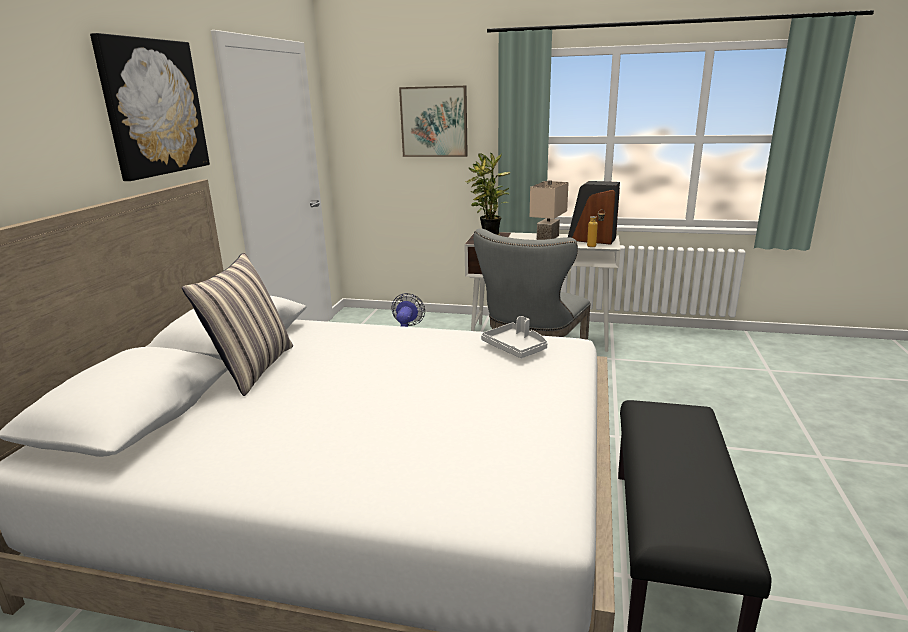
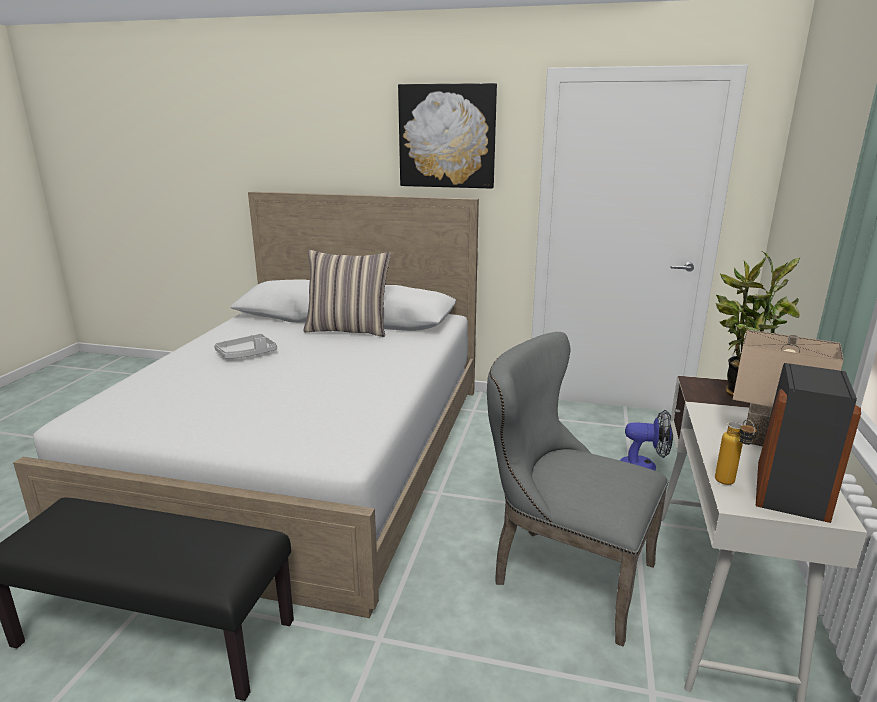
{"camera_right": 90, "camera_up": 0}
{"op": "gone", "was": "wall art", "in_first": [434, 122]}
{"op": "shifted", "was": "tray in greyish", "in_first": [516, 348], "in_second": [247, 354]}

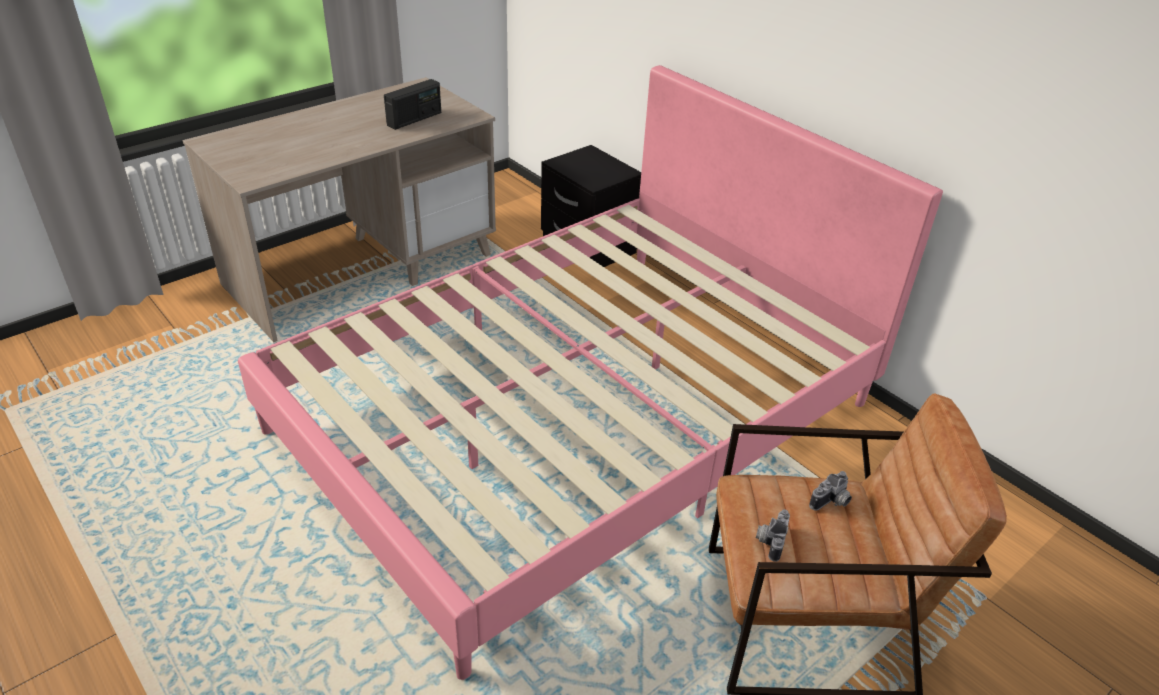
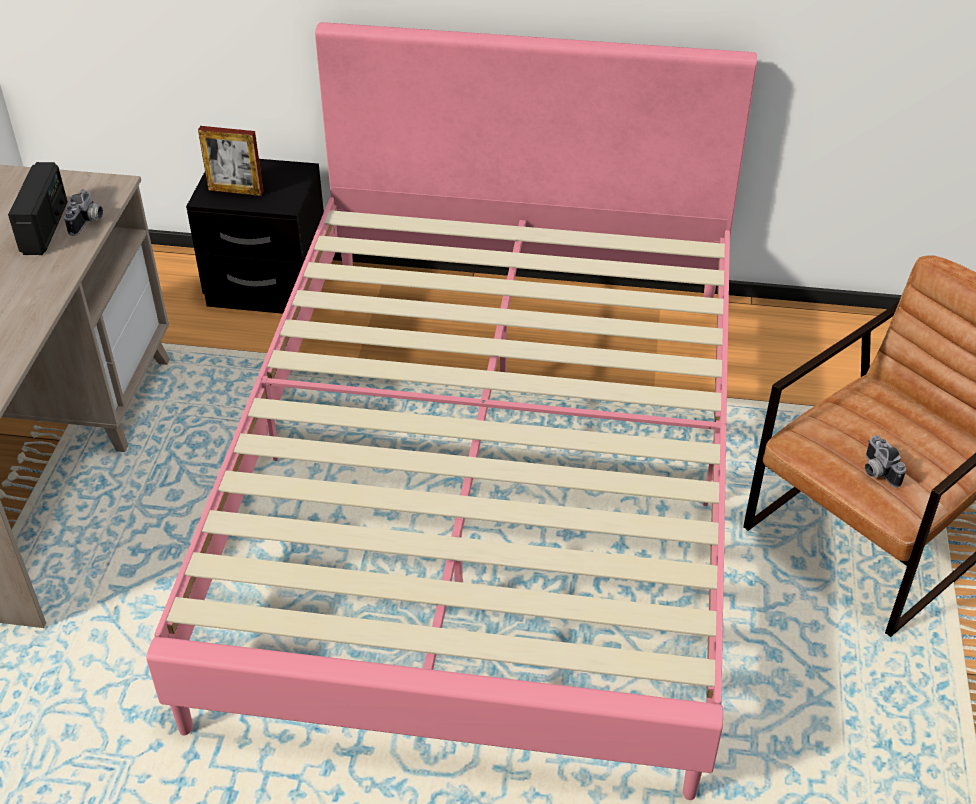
{"camera_right": -40, "camera_up": 5}
{"op": "shifted", "was": "photo camera", "in_first": [832, 502], "in_second": [88, 222]}
{"op": "new", "now": "picture frame", "in_second": [235, 191]}

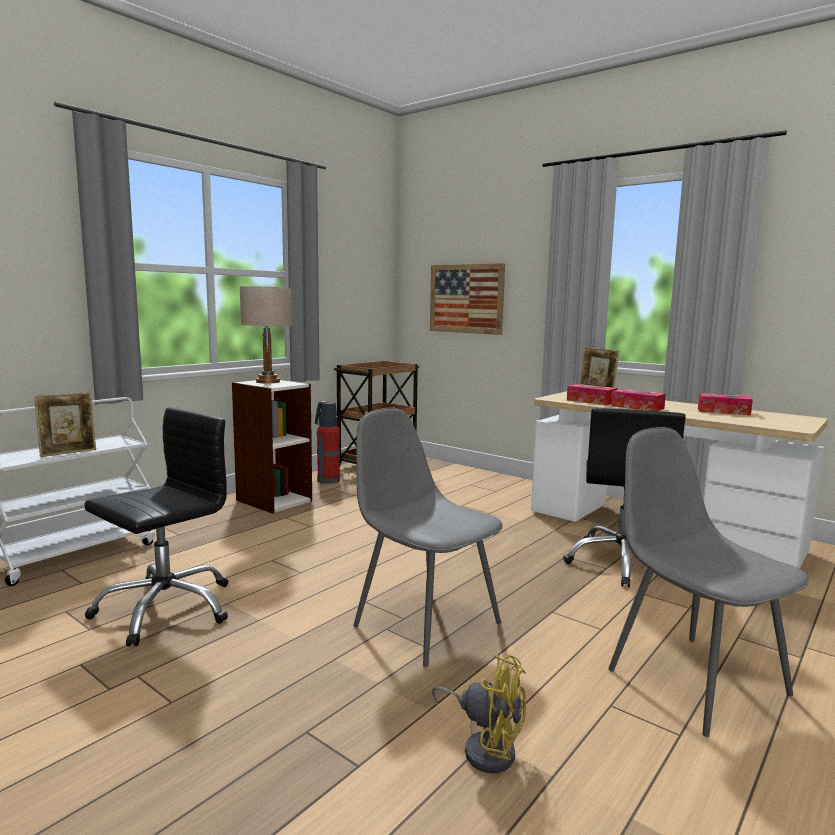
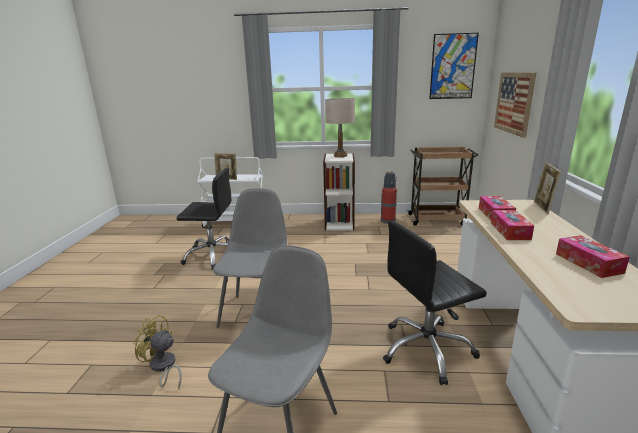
{"camera_right": 55, "camera_up": 10}
{"op": "rotated", "was": "cooling fan in yellow", "in_first": [485, 747], "in_second": [163, 367], "clockwise": 120}
{"op": "new", "now": "wall art", "in_second": [453, 66]}

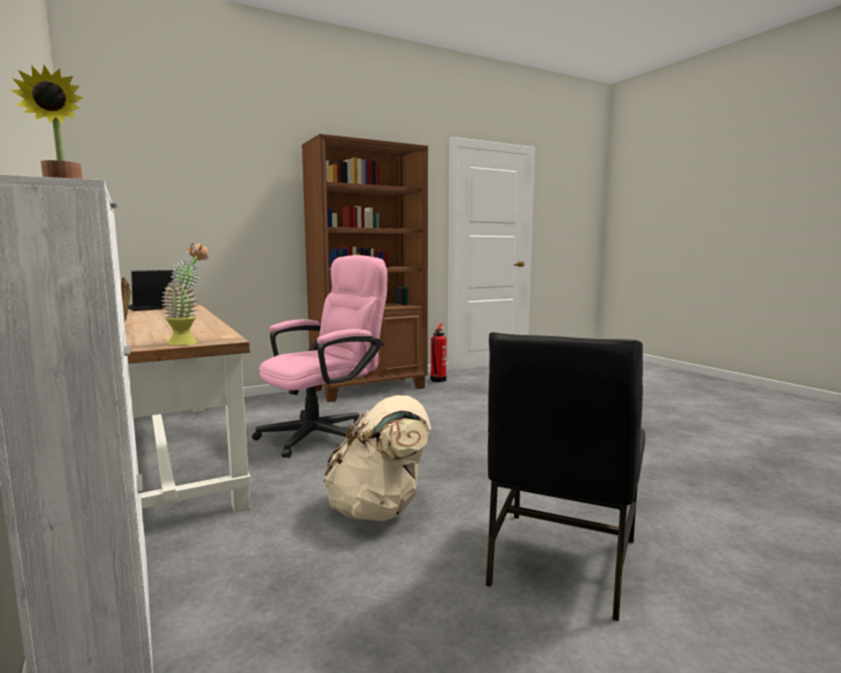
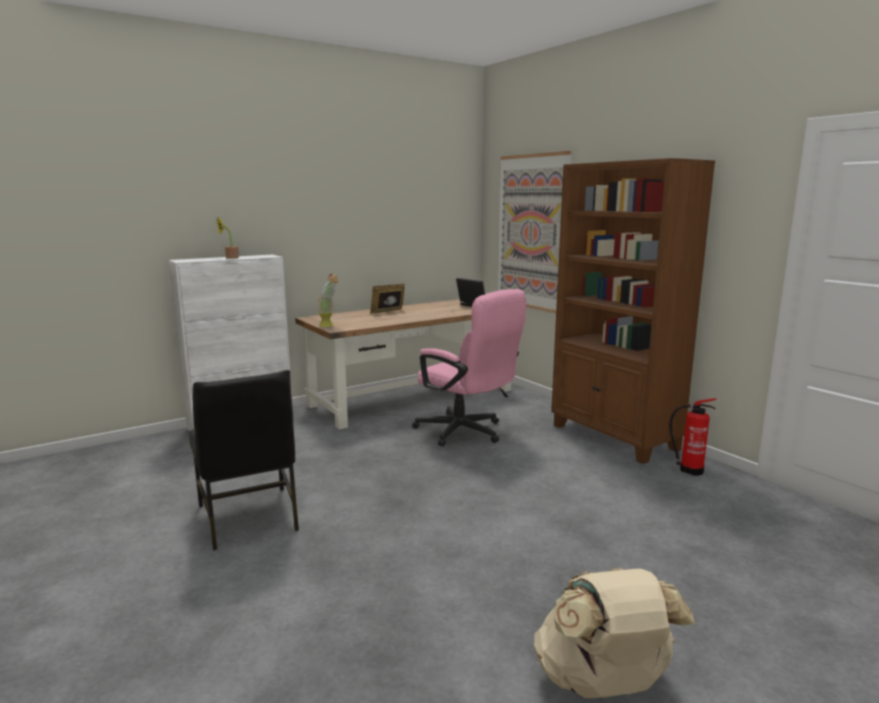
{"camera_right": 85, "camera_up": 5}
{"op": "shifted", "was": "rucksack in beige", "in_first": [380, 510], "in_second": [603, 683]}
{"op": "rotated", "was": "chair in blackish", "in_first": [560, 562], "in_second": [249, 518], "clockwise": -135}
{"op": "new", "now": "wall art", "in_second": [531, 232]}

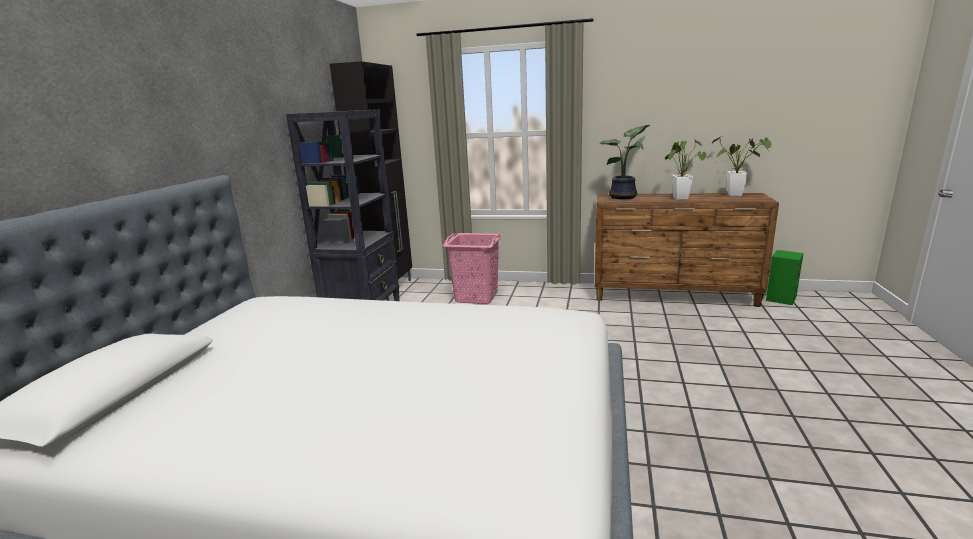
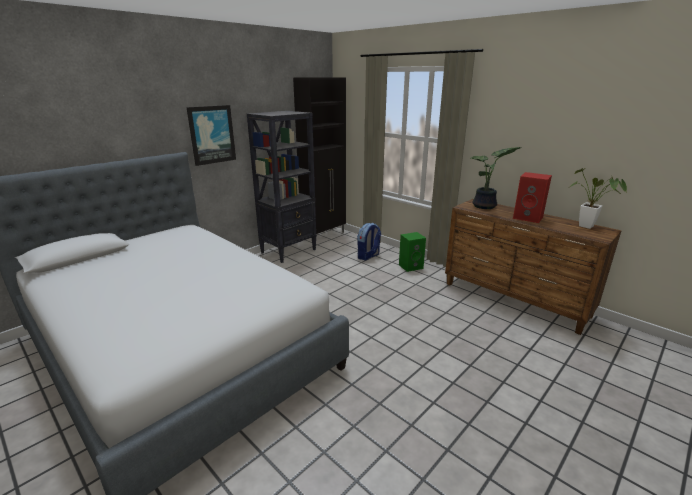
{"camera_right": 30, "camera_up": 5}
{"op": "swapped", "was": "washing basket in pink", "now": "rucksack", "in_first": [476, 297], "in_second": [368, 256]}
{"op": "swapped", "was": "potted plant", "now": "speaker in reddish", "in_first": [679, 198], "in_second": [528, 217]}
{"op": "shifted", "was": "speaker in greenish", "in_first": [780, 298], "in_second": [411, 266]}
{"op": "new", "now": "wall art", "in_second": [212, 135]}

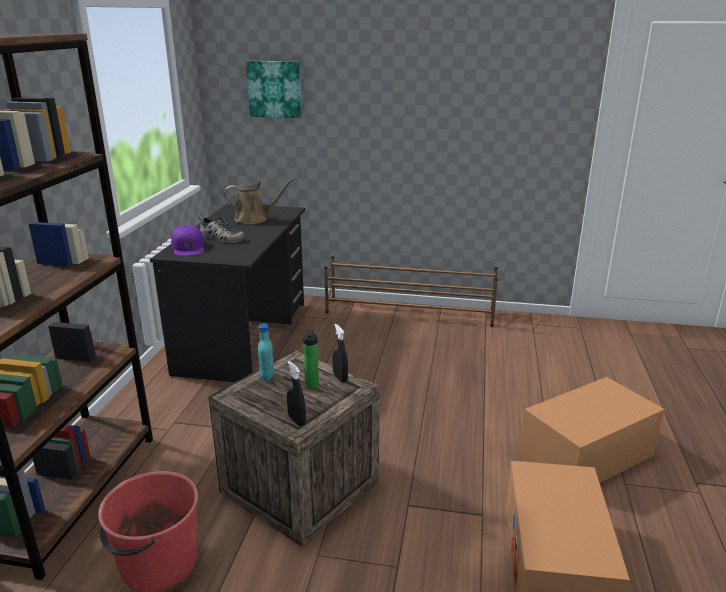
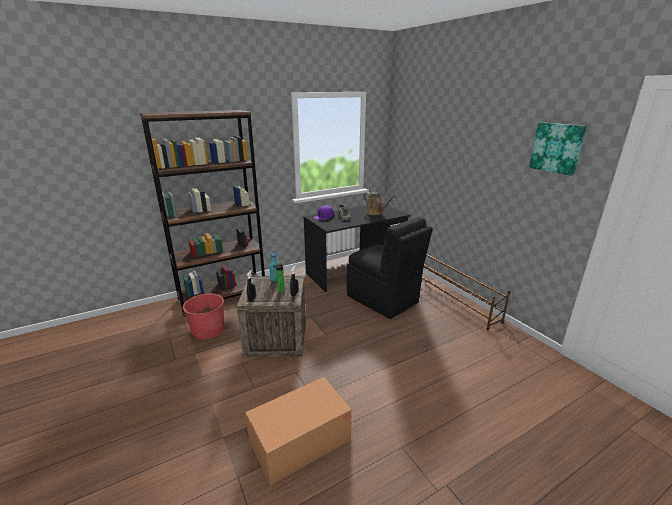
{"camera_right": 50, "camera_up": 0}
{"op": "shifted", "was": "wall art", "in_first": [275, 89], "in_second": [557, 148]}
{"op": "gone", "was": "cardboard box", "in_first": [586, 455]}
{"op": "new", "now": "chair in blackish", "in_second": [383, 300]}

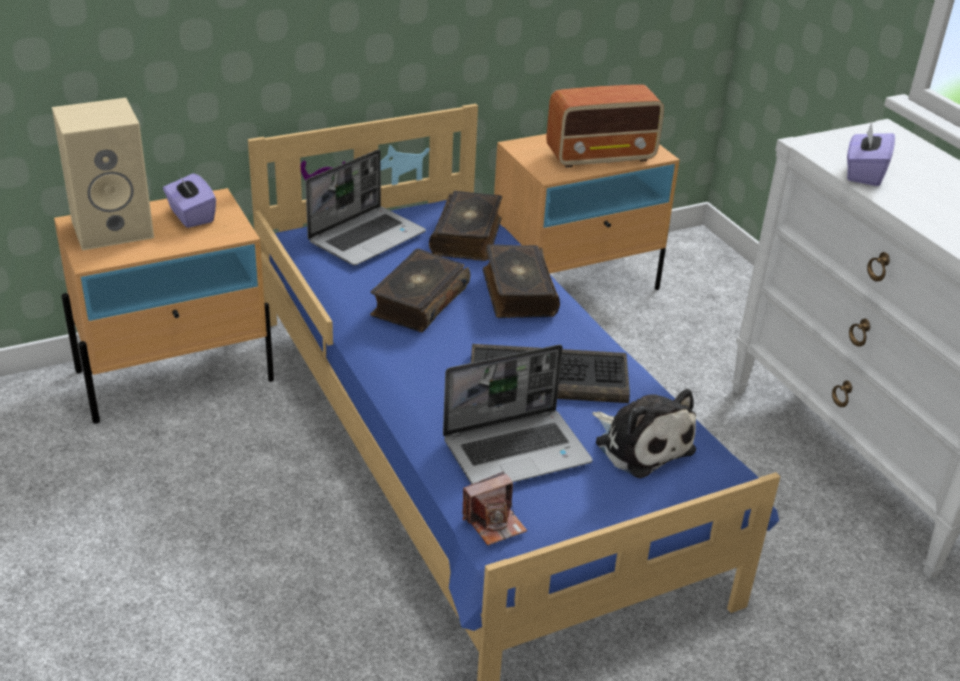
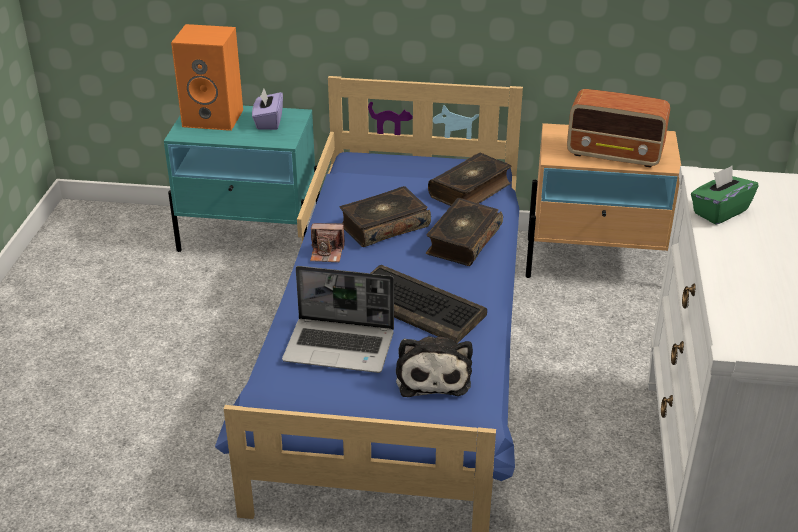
{"camera_right": 35, "camera_up": 0}
{"op": "repainted", "was": "speaker in beige", "now": "speaker in orangey", "in_first": [114, 228], "in_second": [215, 118]}
{"op": "repainted", "was": "bedside table in beige", "now": "bedside table in turquoise-coloured", "in_first": [176, 375], "in_second": [251, 237]}
{"op": "gone", "was": "laptop", "in_first": [367, 237]}
{"op": "shifted", "was": "photo camera", "in_first": [494, 523], "in_second": [327, 253]}
{"op": "repainted", "was": "tissue holder in purple", "now": "tissue holder in greenish", "in_first": [864, 173], "in_second": [719, 211]}

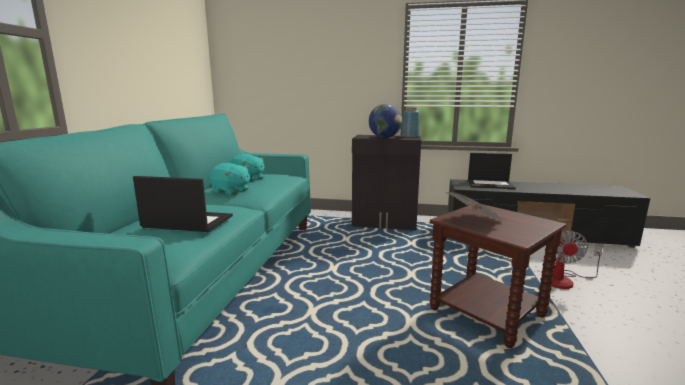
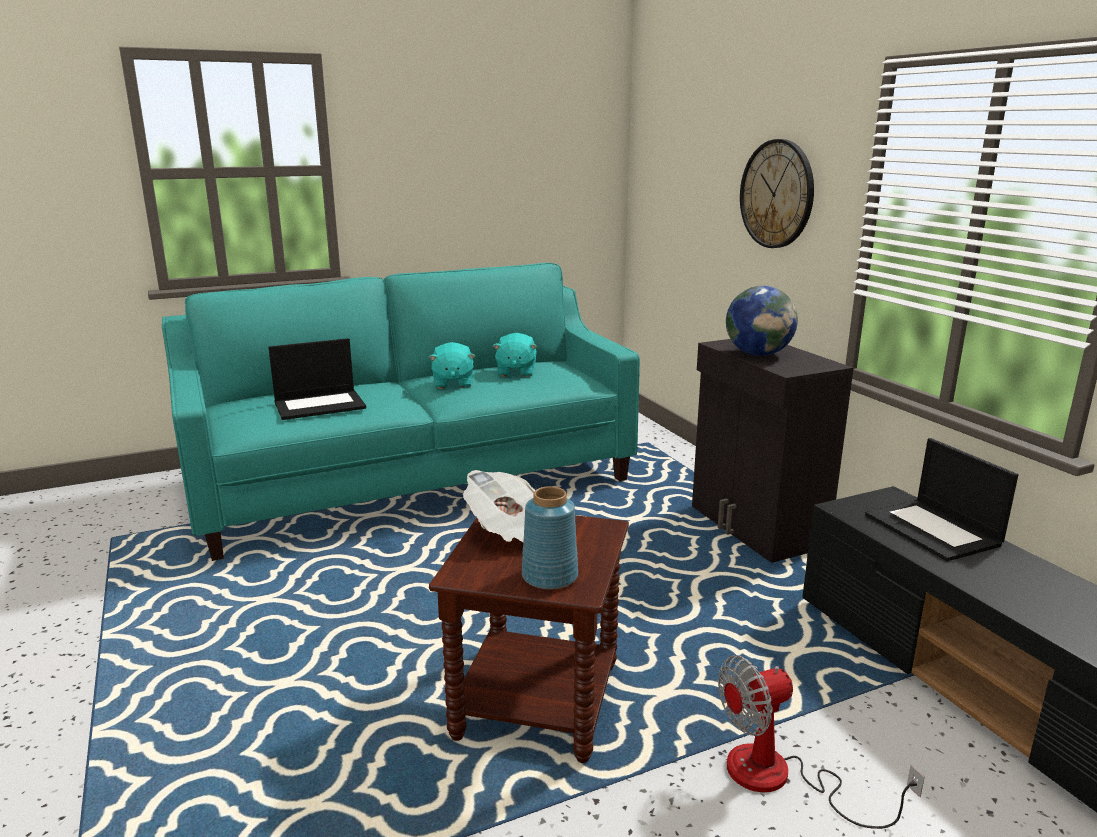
{"camera_right": 55, "camera_up": 5}
{"op": "rotated", "was": "laptop", "in_first": [187, 222], "in_second": [320, 405], "clockwise": 90}
{"op": "shifted", "was": "decorative vase in blue-coloured", "in_first": [410, 136], "in_second": [550, 576]}
{"op": "new", "now": "wall clock", "in_second": [777, 194]}

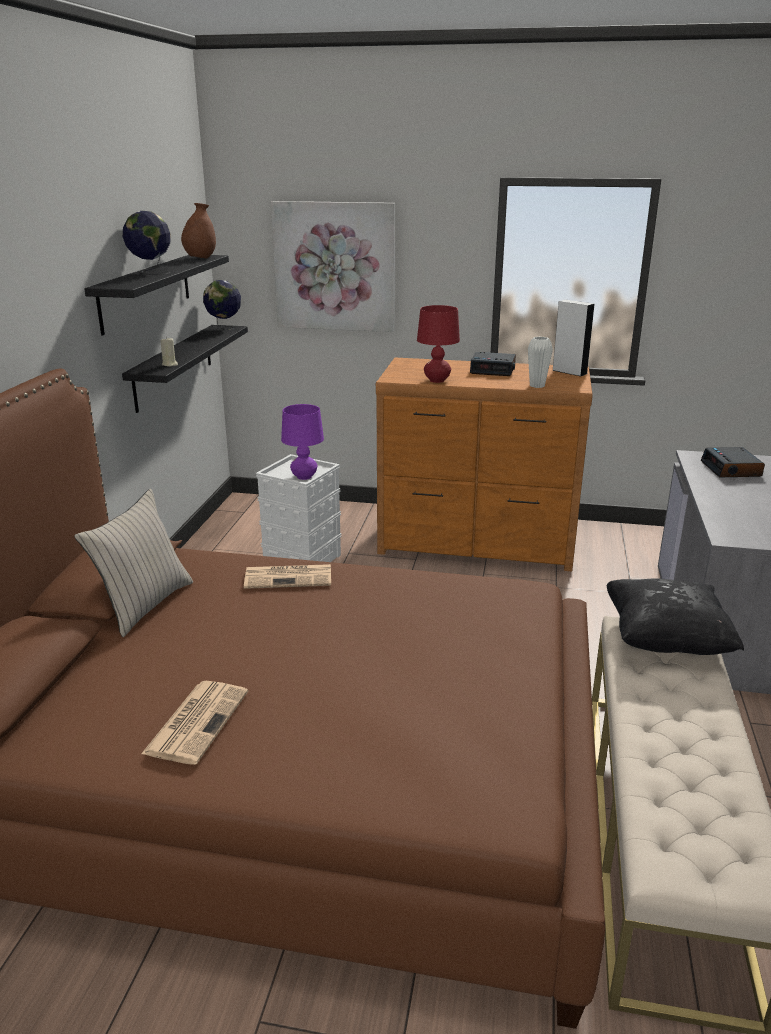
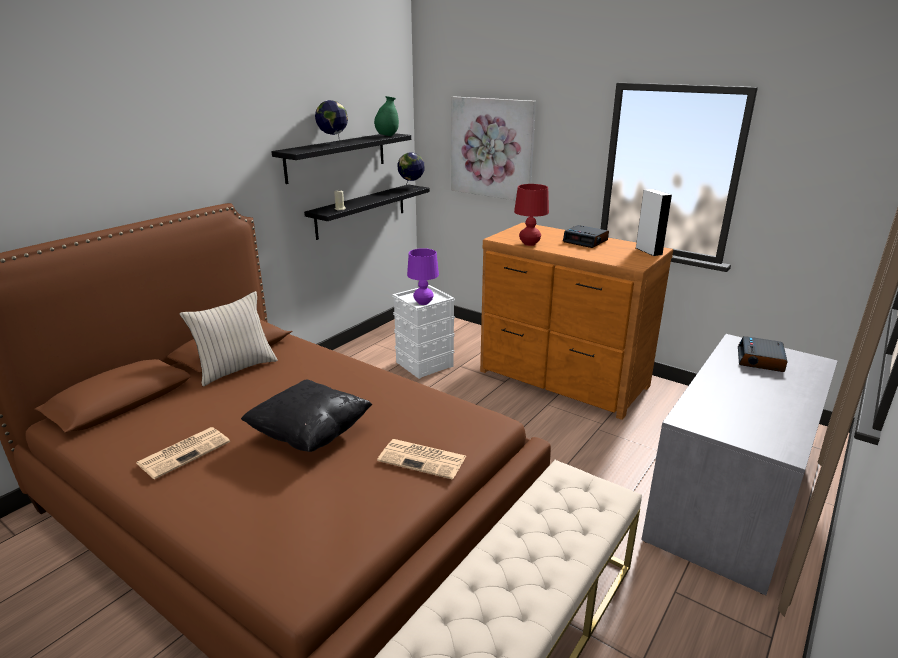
{"camera_right": 25, "camera_up": 0}
{"op": "repainted", "was": "decorative vase in brown", "now": "decorative vase in greenish", "in_first": [200, 258], "in_second": [387, 136]}
{"op": "shifted", "was": "daily paper", "in_first": [290, 577], "in_second": [423, 459]}
{"op": "gone", "was": "decorative vase in white", "in_first": [537, 386]}
{"op": "shifted", "was": "pillow in blackish", "in_first": [665, 641], "in_second": [310, 434]}

